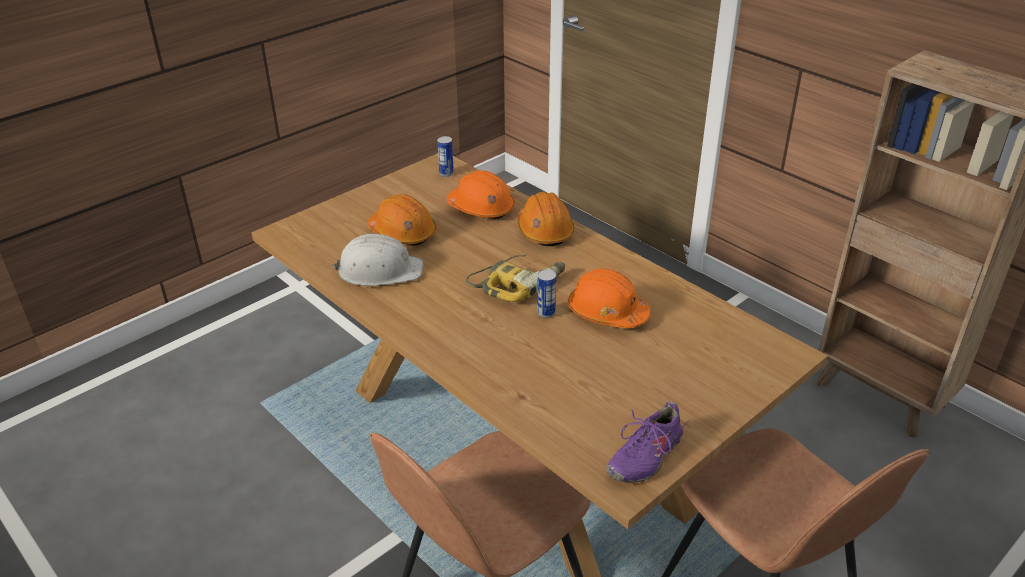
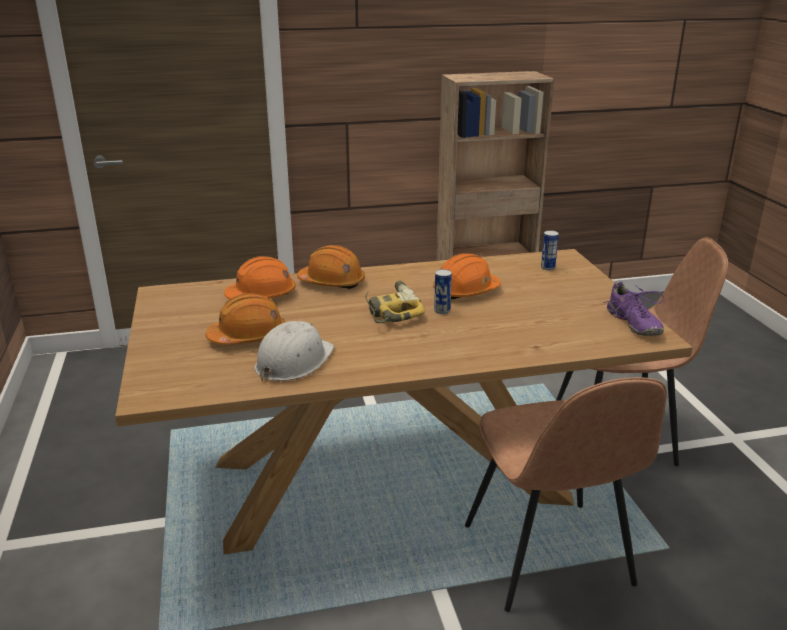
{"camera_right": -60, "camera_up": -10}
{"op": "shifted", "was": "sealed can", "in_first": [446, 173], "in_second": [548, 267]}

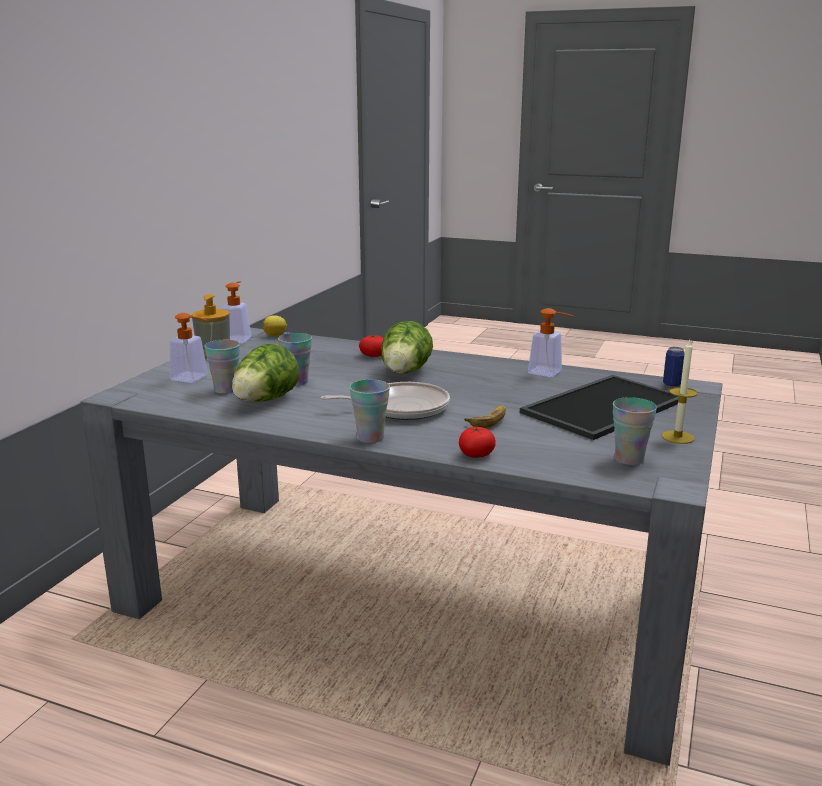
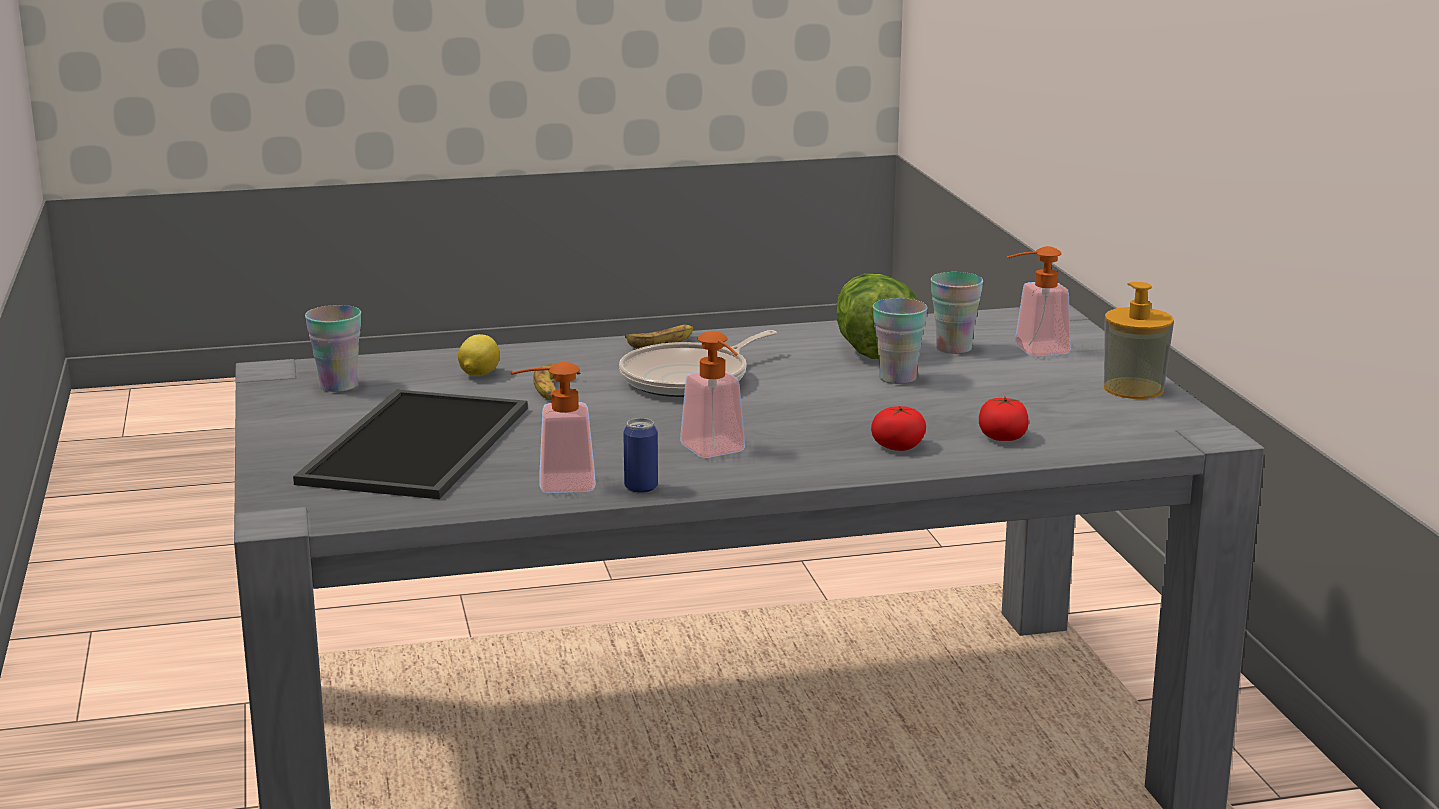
{"camera_right": 145, "camera_up": 0}
{"op": "shifted", "was": "soap bottle", "in_first": [238, 338], "in_second": [718, 452]}
{"op": "shifted", "was": "citrus fruit", "in_first": [276, 335], "in_second": [478, 374]}
{"op": "swapped", "was": "cup", "now": "banana", "in_first": [370, 438], "in_second": [662, 342]}
{"op": "gone", "was": "lettuce head", "in_first": [405, 373]}
{"op": "shifted", "was": "whole tomato", "in_first": [476, 454], "in_second": [1002, 437]}
{"op": "gone", "was": "wax candle", "in_first": [677, 437]}
{"op": "shifted", "was": "sealed can", "in_first": [672, 384], "in_second": [641, 488]}

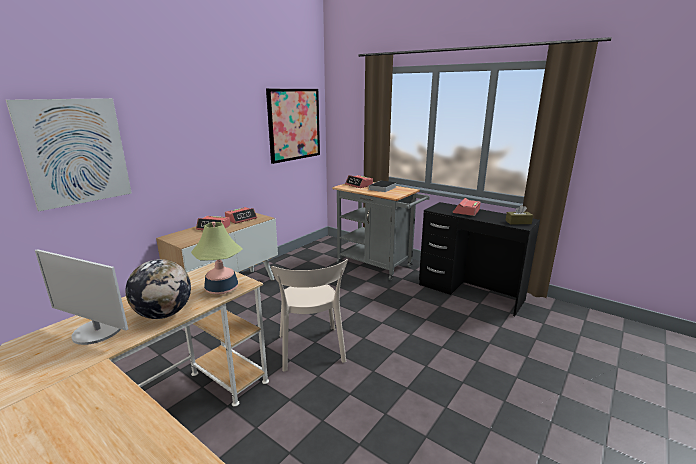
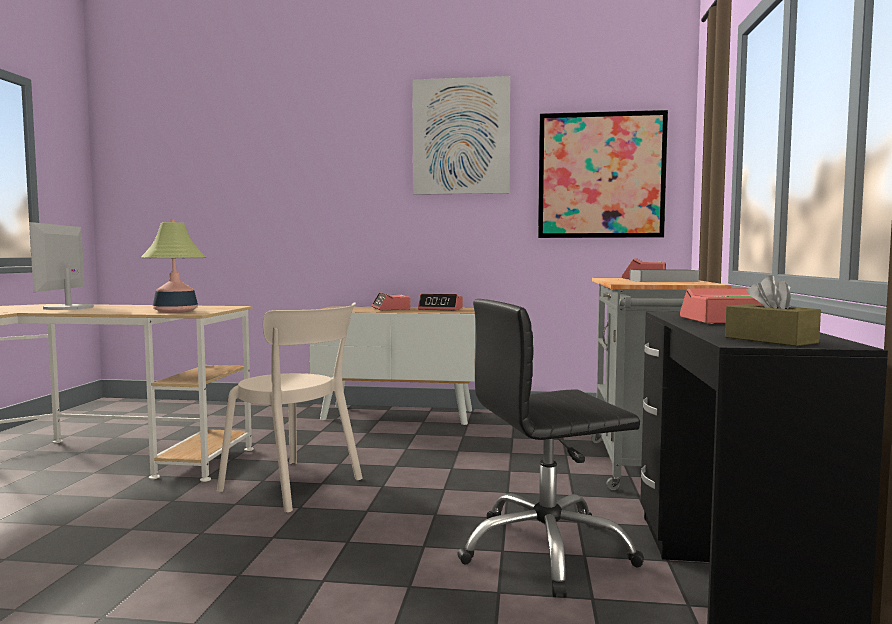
{"camera_right": 60, "camera_up": -15}
{"op": "shifted", "was": "wall art", "in_first": [76, 152], "in_second": [461, 136]}
{"op": "gone", "was": "desk globe", "in_first": [164, 314]}
{"op": "rotated", "was": "chair in beige", "in_first": [311, 350], "in_second": [296, 486], "clockwise": -105}
{"op": "new", "now": "computer chair in blackish", "in_second": [546, 551]}

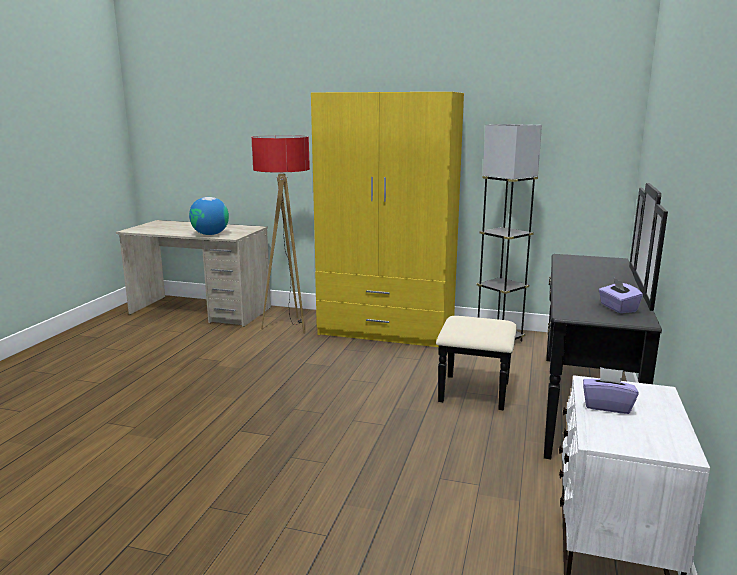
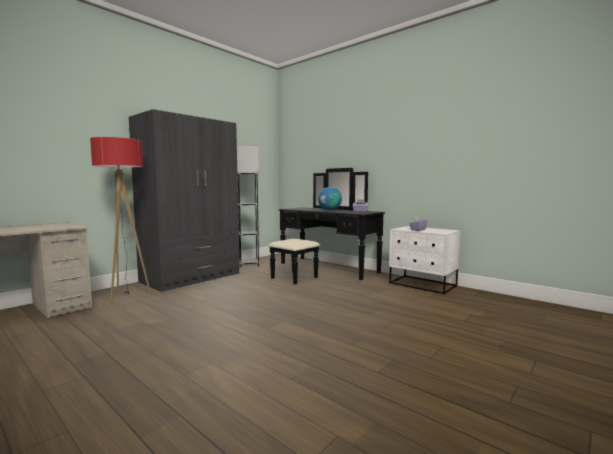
{"camera_right": -65, "camera_up": -10}
{"op": "shifted", "was": "desk globe", "in_first": [210, 234], "in_second": [329, 210]}
{"op": "repainted", "was": "armoire in yellow", "now": "armoire in greyish", "in_first": [387, 329], "in_second": [192, 277]}

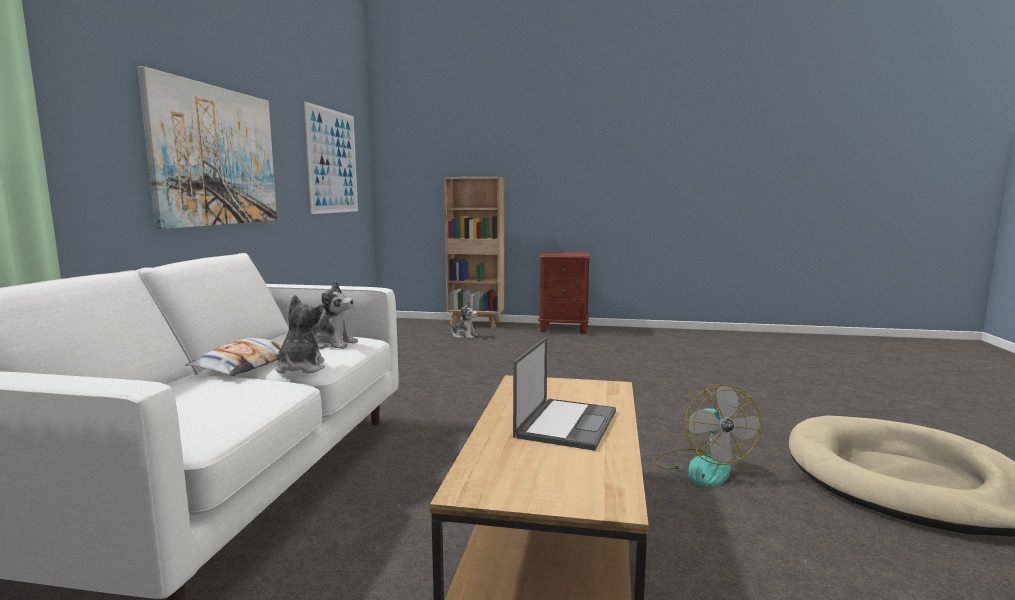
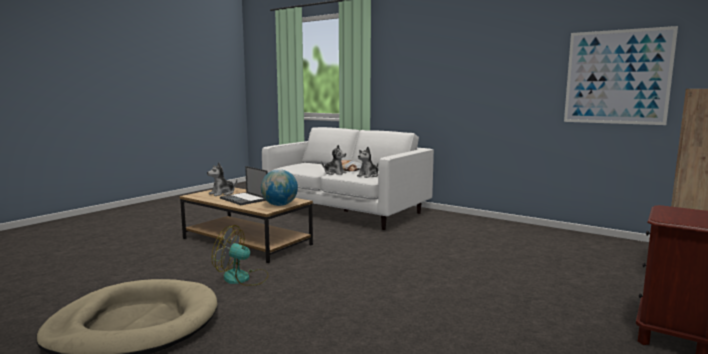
{"camera_right": 115, "camera_up": 0}
{"op": "gone", "was": "wall art", "in_first": [216, 156]}
{"op": "shifted", "was": "cuddly toy", "in_first": [464, 336], "in_second": [222, 193]}
{"op": "new", "now": "desk globe", "in_second": [279, 205]}

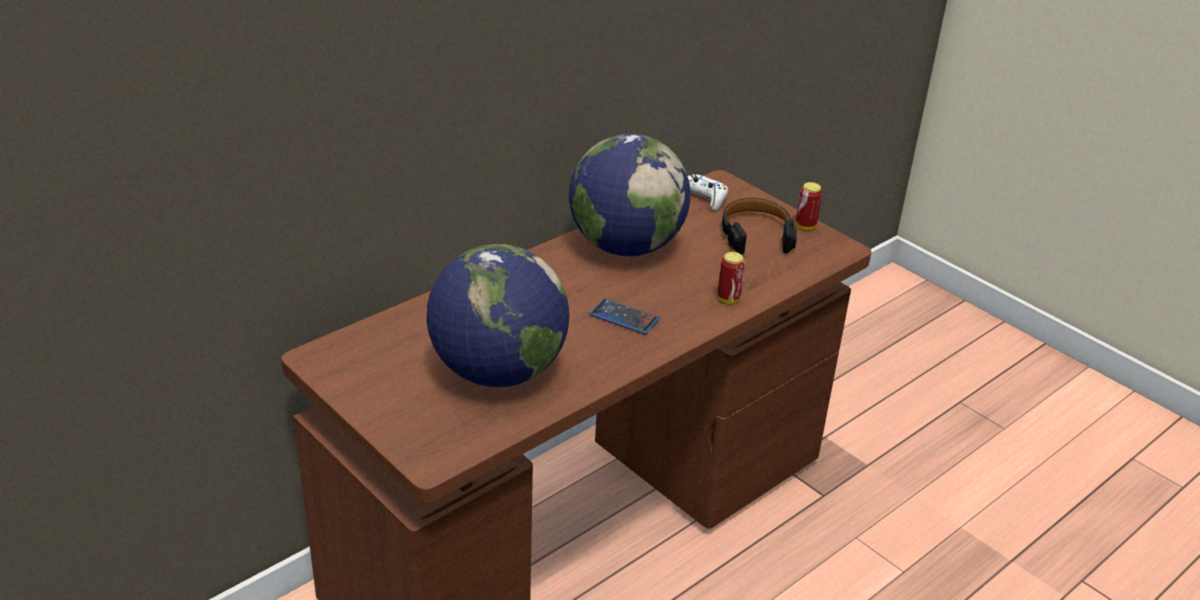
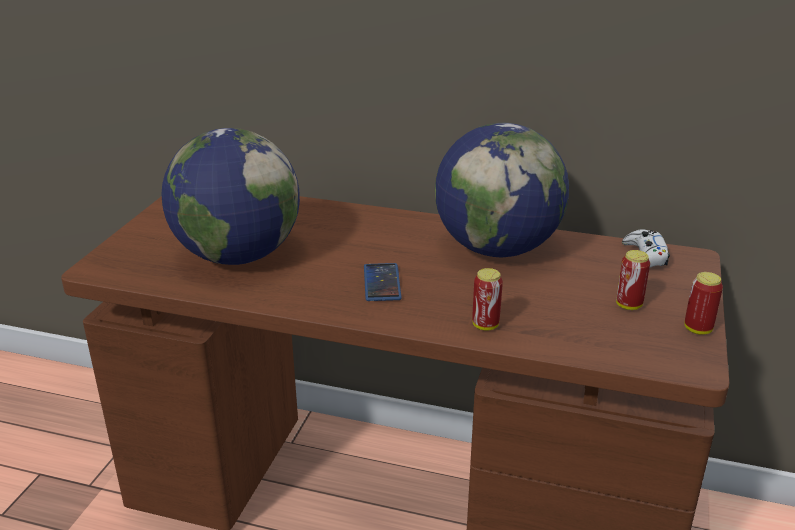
{"camera_right": 60, "camera_up": -5}
{"op": "swapped", "was": "headset in blackish", "now": "sealed can", "in_first": [756, 234], "in_second": [628, 305]}

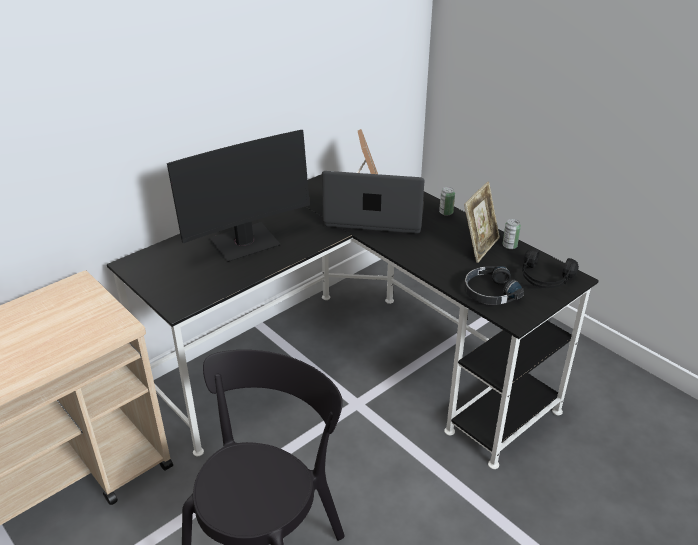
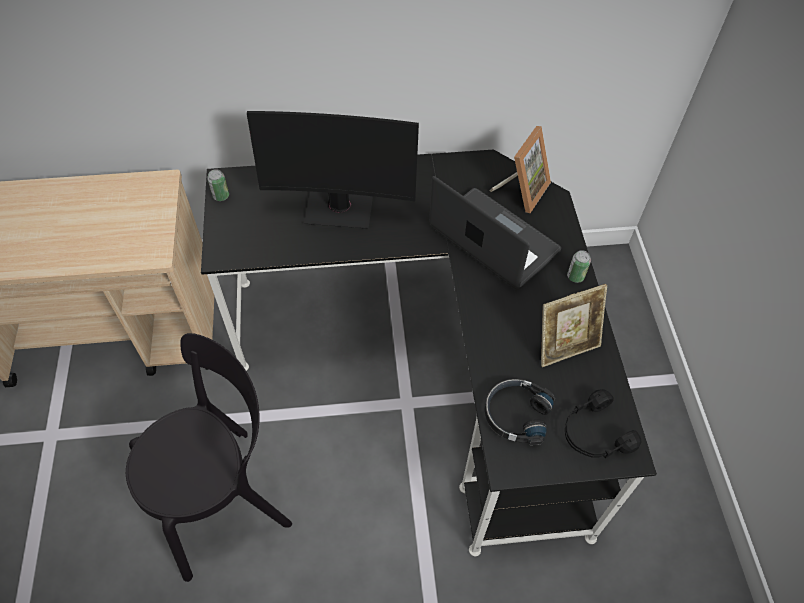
{"camera_right": 35, "camera_up": 20}
{"op": "shifted", "was": "sealed can", "in_first": [509, 246], "in_second": [221, 196]}

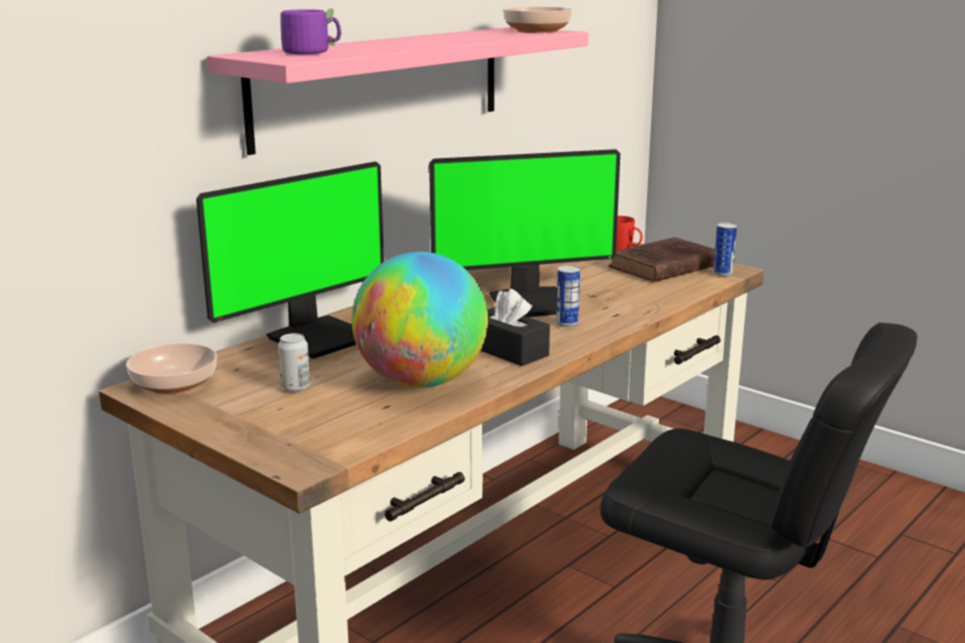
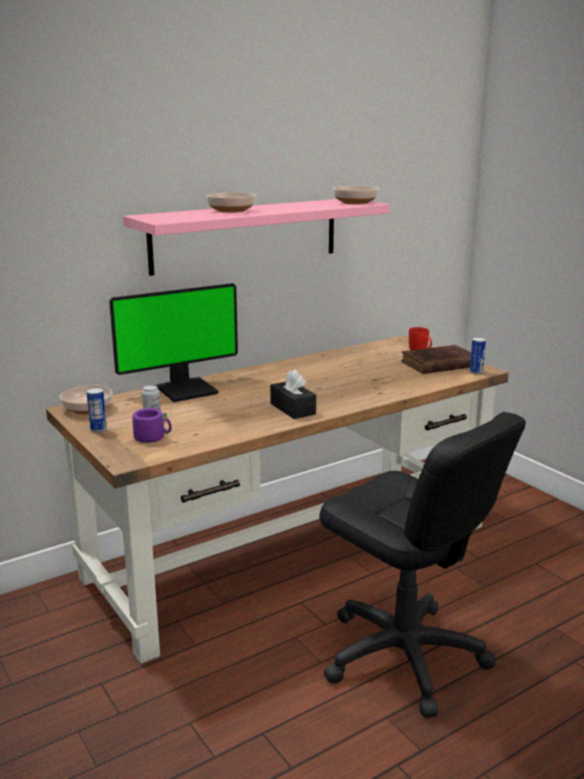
{"camera_right": 15, "camera_up": 0}
{"op": "shifted", "was": "tea mug in purple", "in_first": [311, 52], "in_second": [153, 437]}
{"op": "gone", "was": "desk globe", "in_first": [421, 382]}
{"op": "gone", "was": "computer display", "in_first": [532, 302]}
{"op": "shifted", "was": "sealed can", "in_first": [567, 323], "in_second": [98, 430]}
{"op": "new", "now": "deep dish", "in_second": [231, 211]}

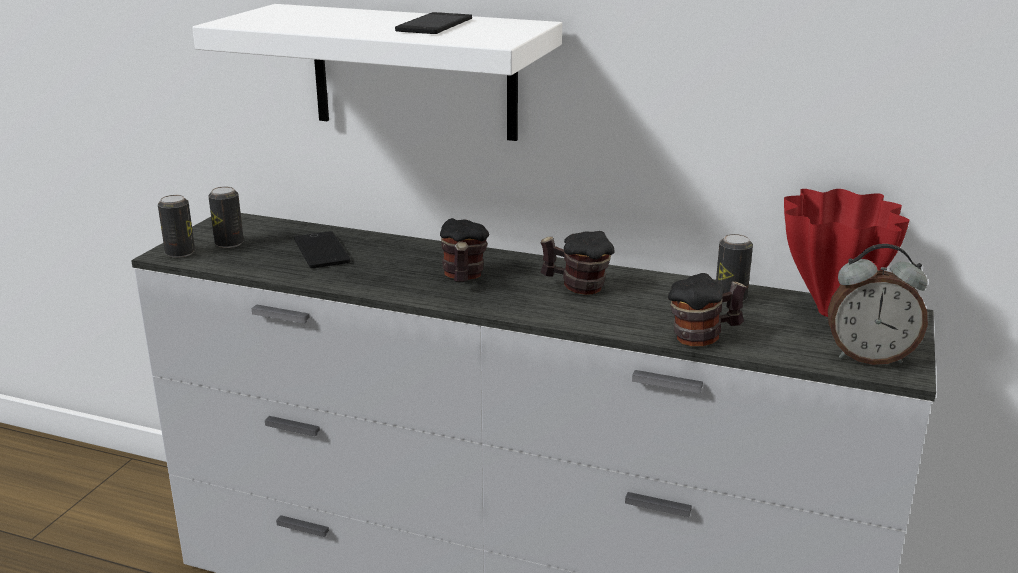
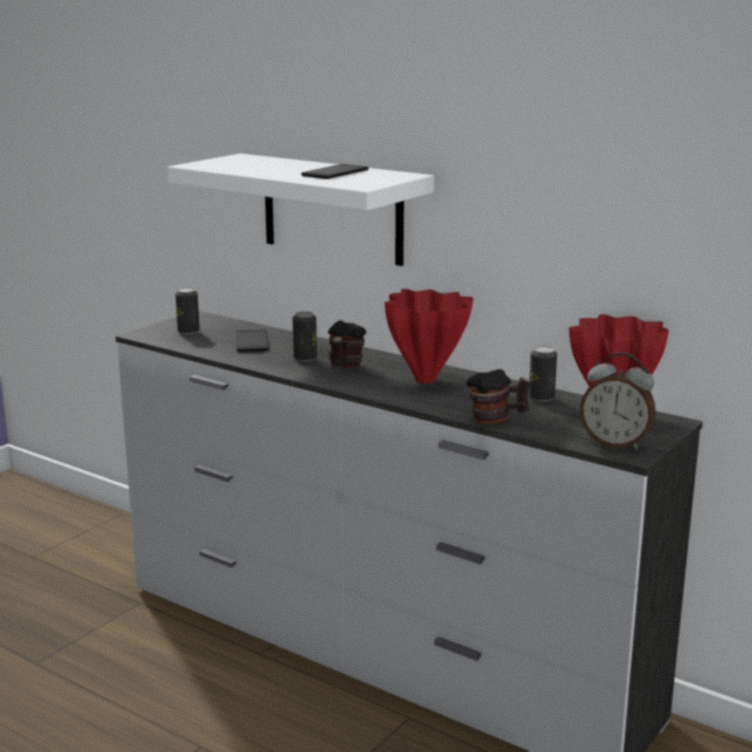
{"camera_right": 15, "camera_up": -5}
{"op": "shifted", "was": "sealed can", "in_first": [180, 253], "in_second": [305, 358]}
{"op": "swapped", "was": "tea mug", "now": "decorative vase in reddish", "in_first": [576, 287], "in_second": [426, 380]}

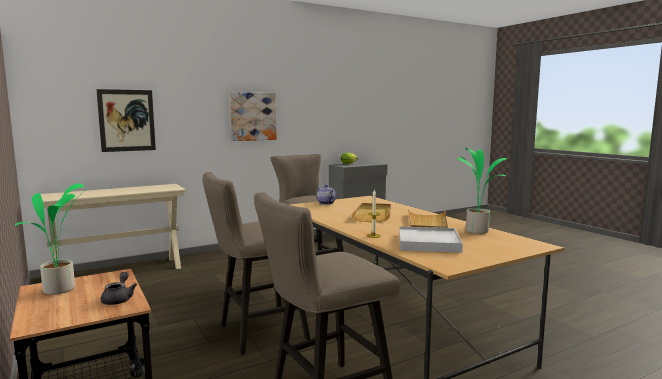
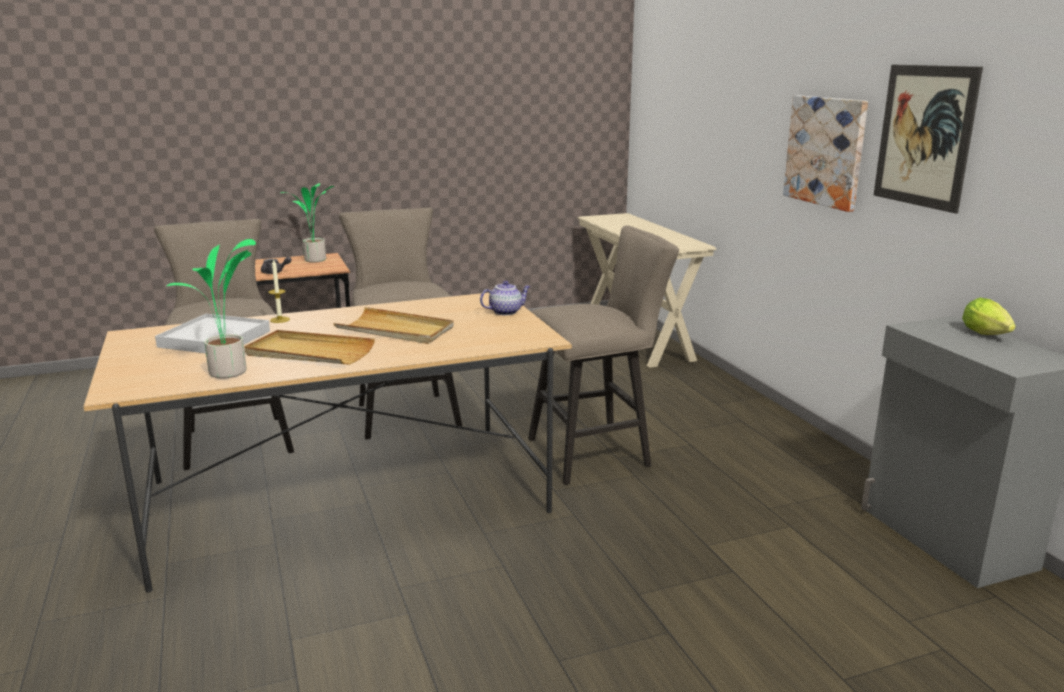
{"camera_right": 100, "camera_up": 10}
{"op": "shifted", "was": "wall art", "in_first": [127, 120], "in_second": [924, 136]}

